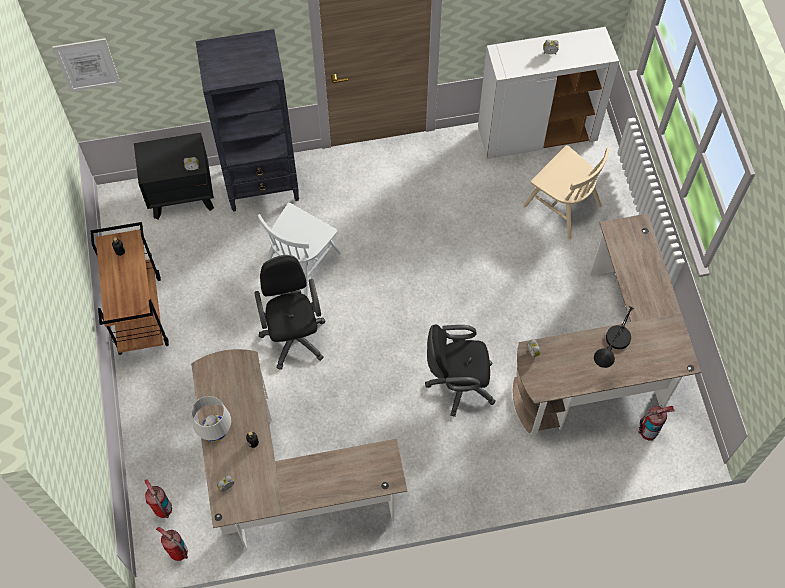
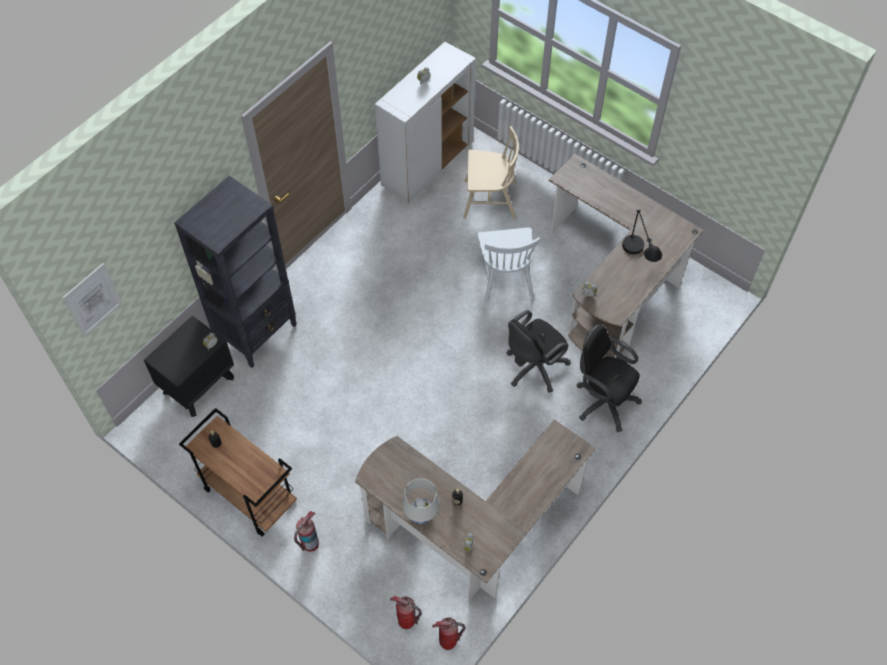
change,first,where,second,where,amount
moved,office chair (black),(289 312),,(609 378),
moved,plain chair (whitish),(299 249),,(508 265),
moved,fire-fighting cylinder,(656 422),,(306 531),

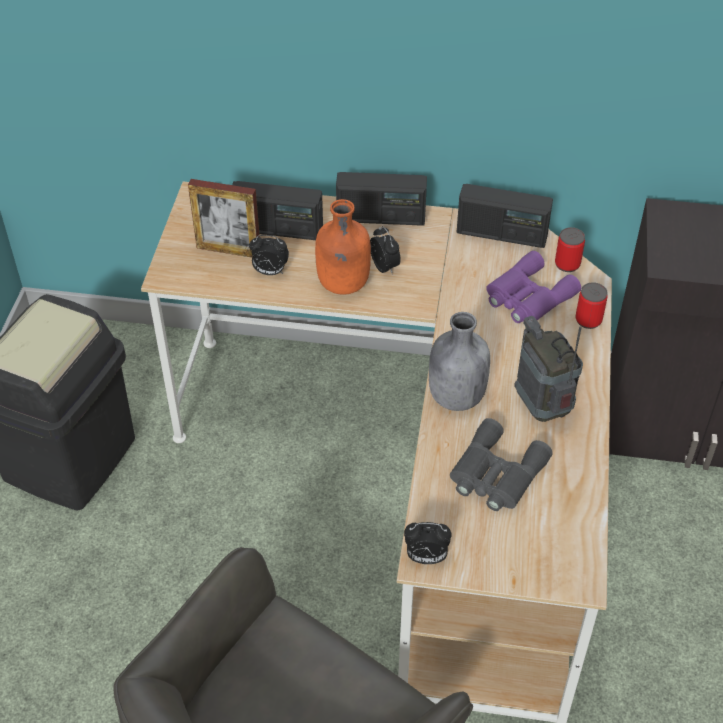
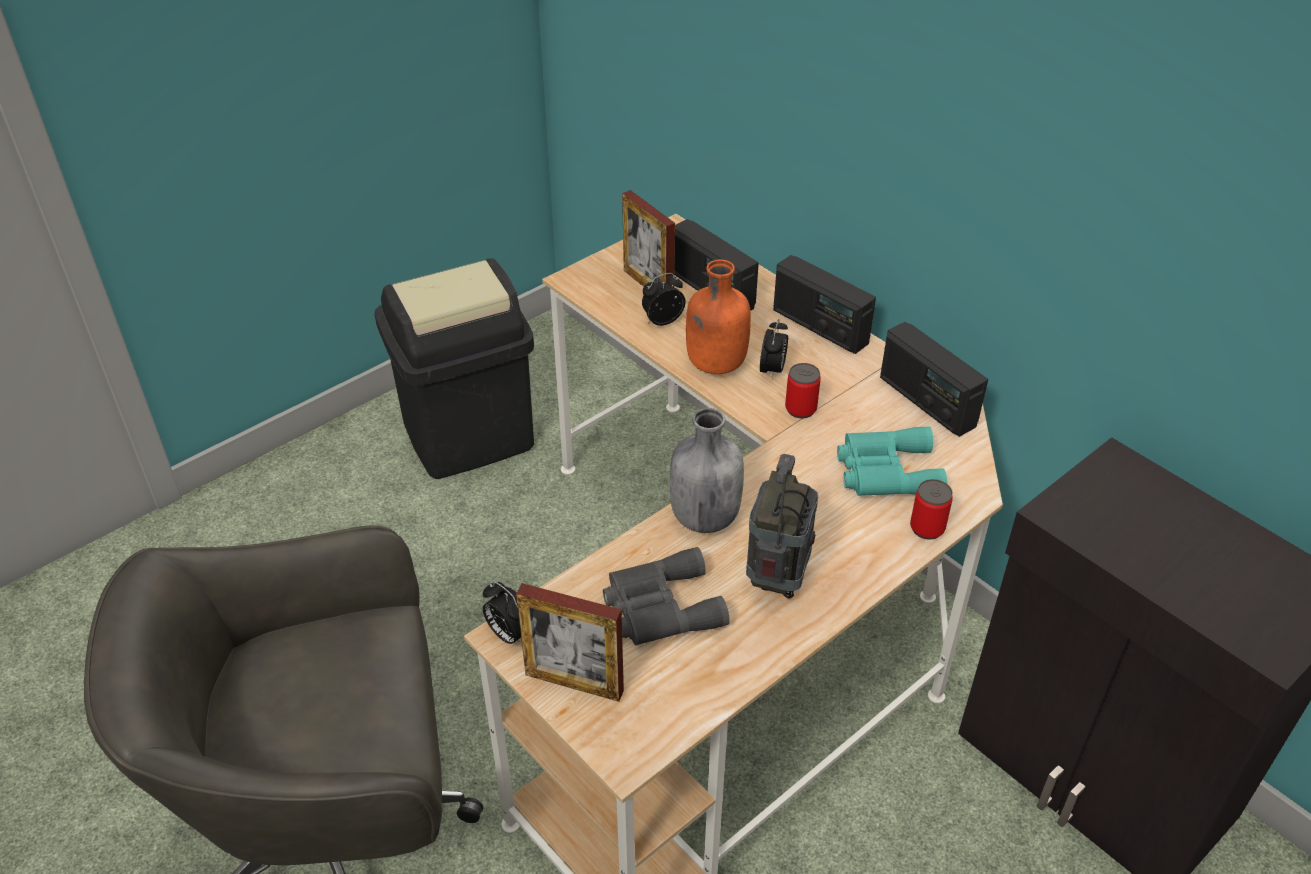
change,first,where,second,where,amount
added,,,picture frame,(570 642),
moved,metal can,(570 249),,(803 390),
recoloured,binoculars (purple),(533 287),binoculars (turquoise),(892 461),
turned,alarm clock,(269 255),,(664 299),105 degrees clockwise

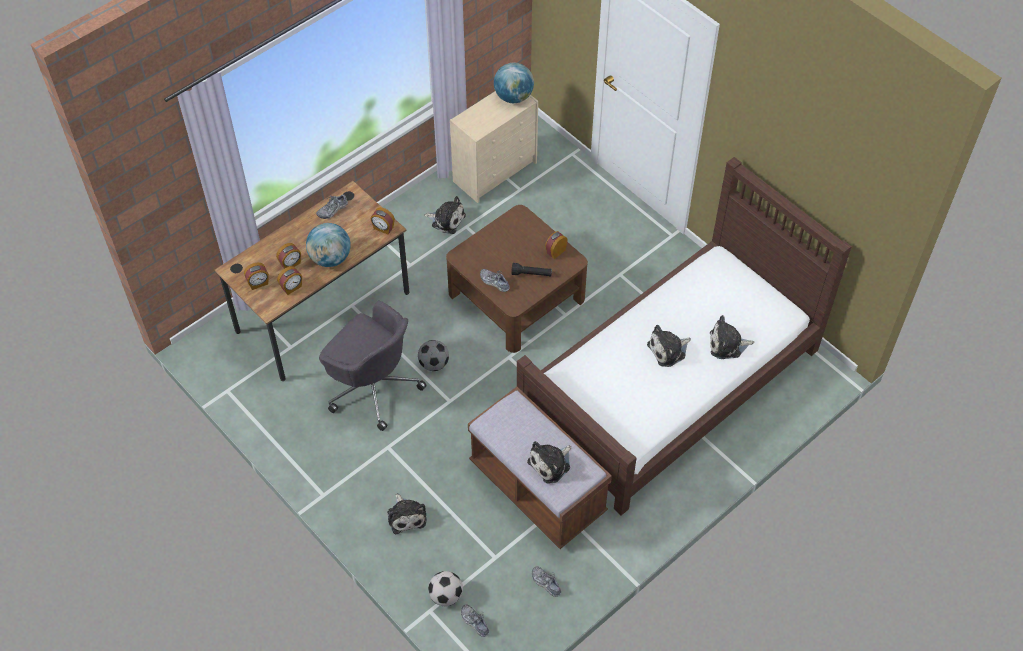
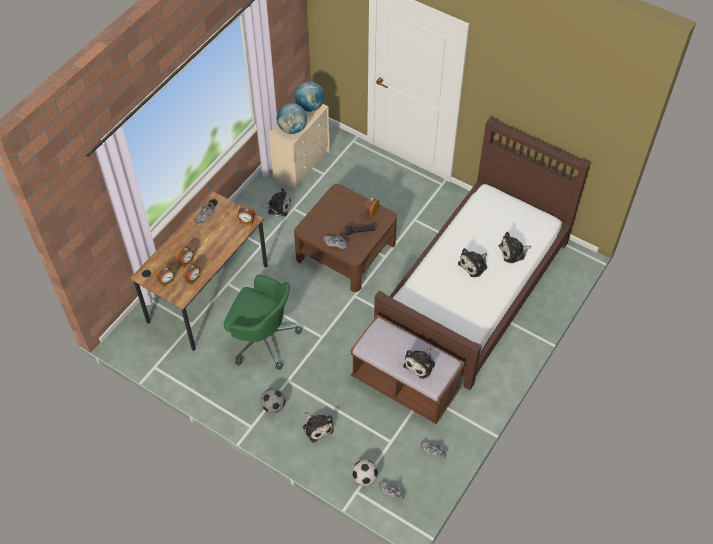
change,first,where,second,where,amount
moved,world globe,(328 245),,(292 118),
moved,football,(433 355),,(273 400),
recoloured,office chair (gray),(373 366),office chair (green),(263 322),

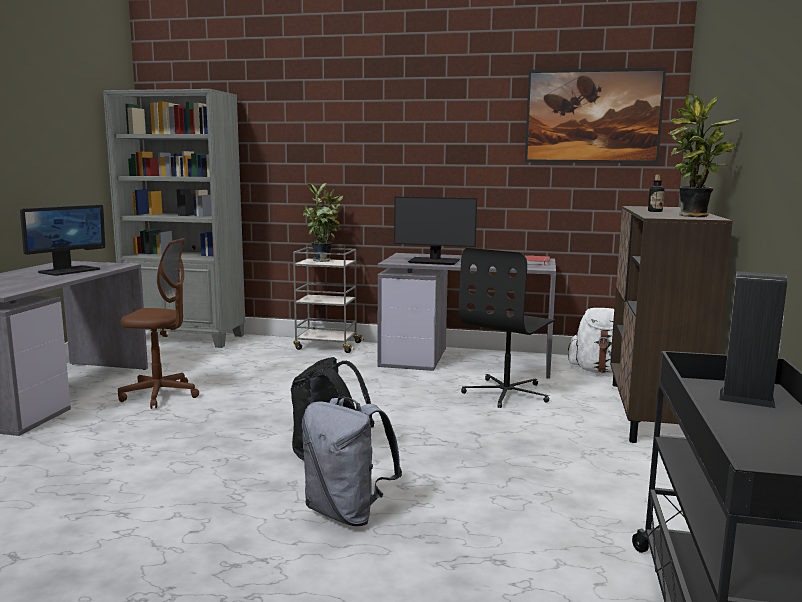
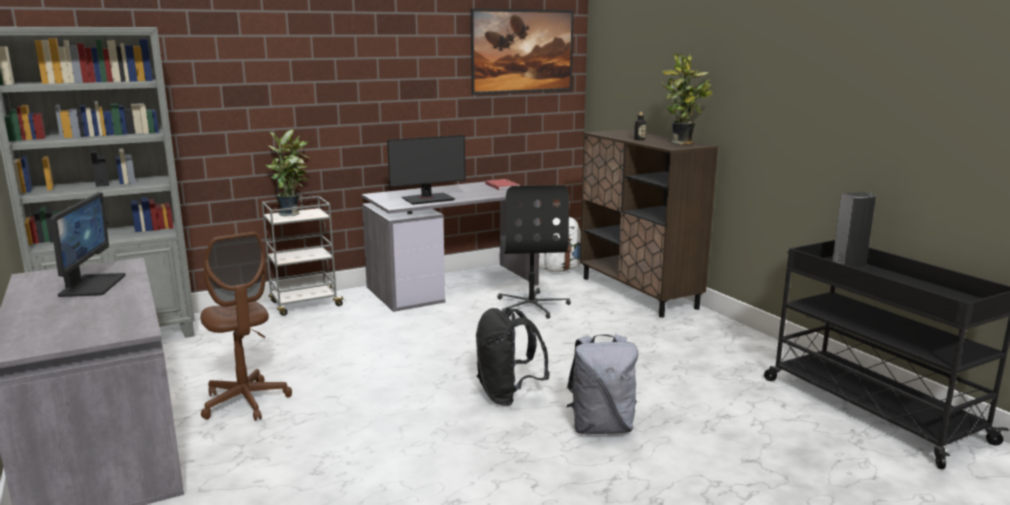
change,first,where,second,where,amount
turned,office chair (brown),(158 323),,(246 326),90 degrees clockwise

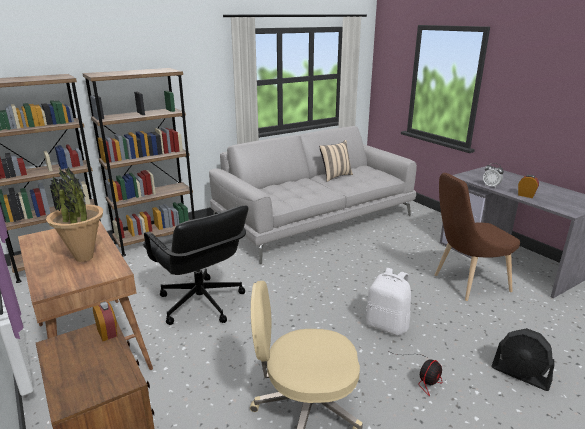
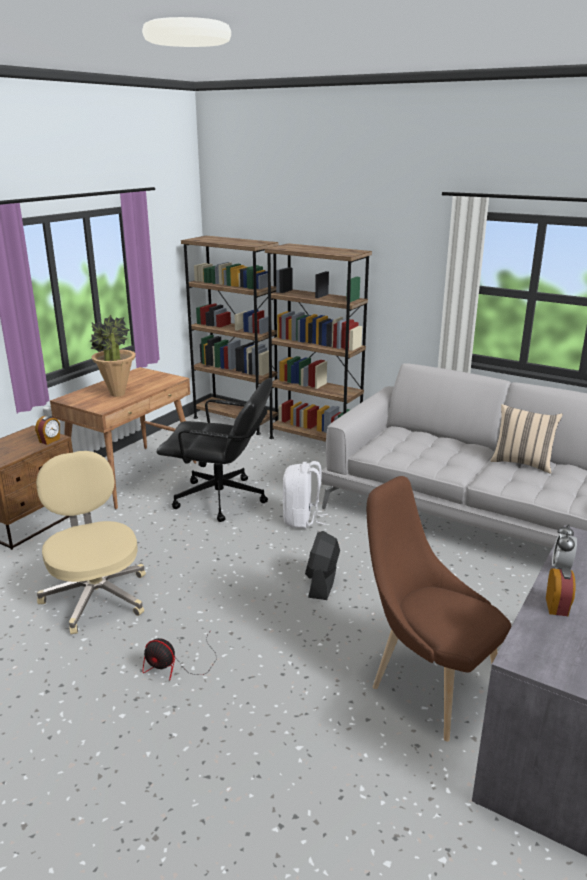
change,first,where,second,where,amount
moved,knapsack (whitish),(388 302),,(305 495),
moved,fan (black),(522 359),,(322 565),
turned,office chair (black),(195 265),,(215 450),105 degrees counterclockwise

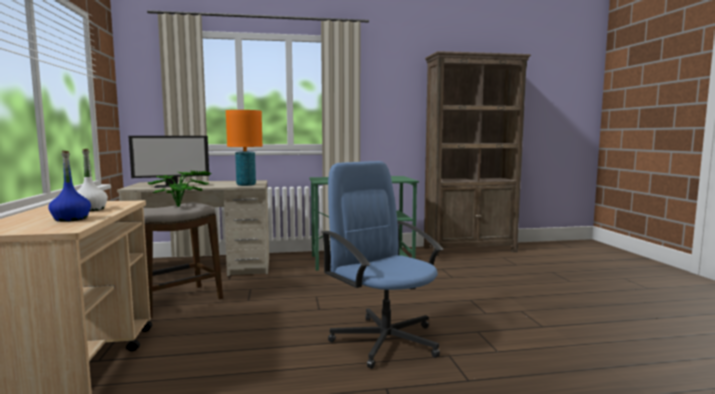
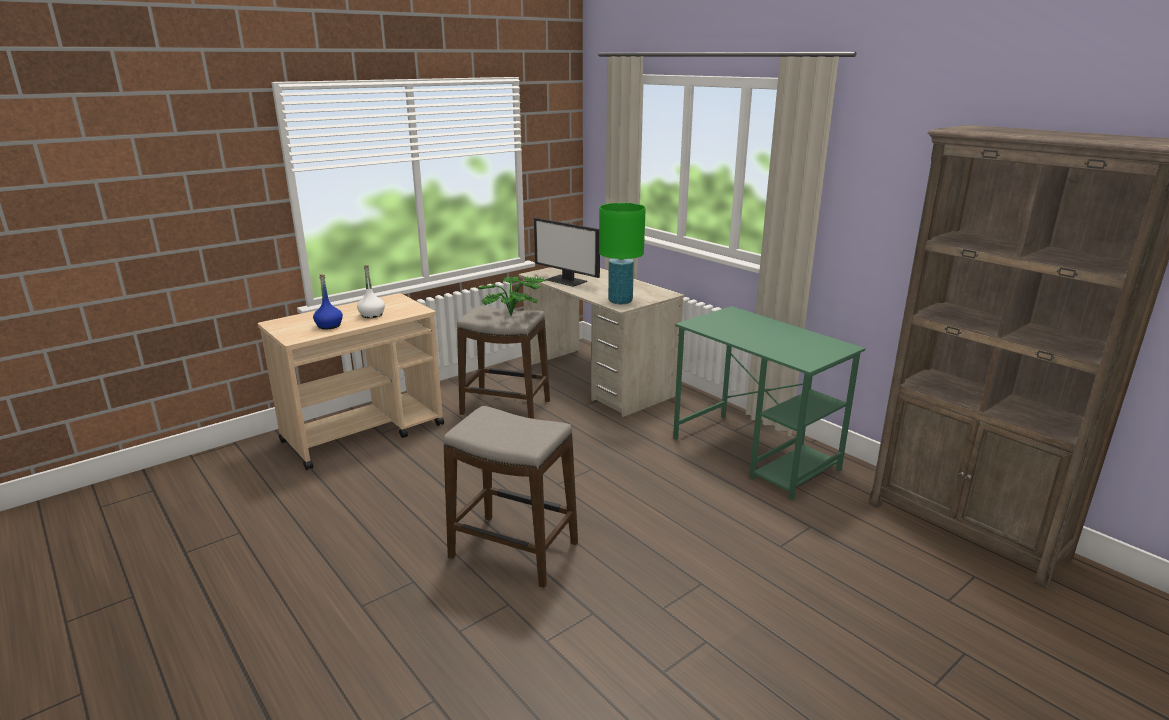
change,first,where,second,where,amount
replaced,office chair (bluish),(382 265),sitting stool,(511 497),
recoloured,table lamp (orange),(244 148),table lamp (green),(622 253),

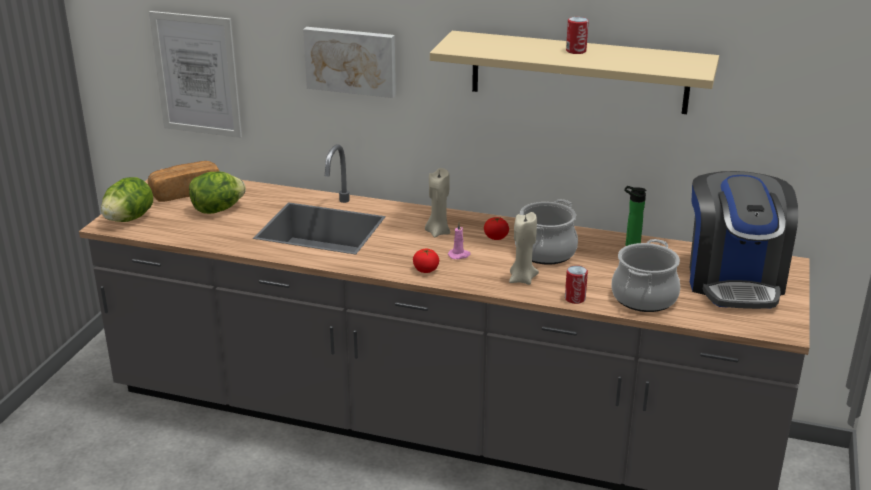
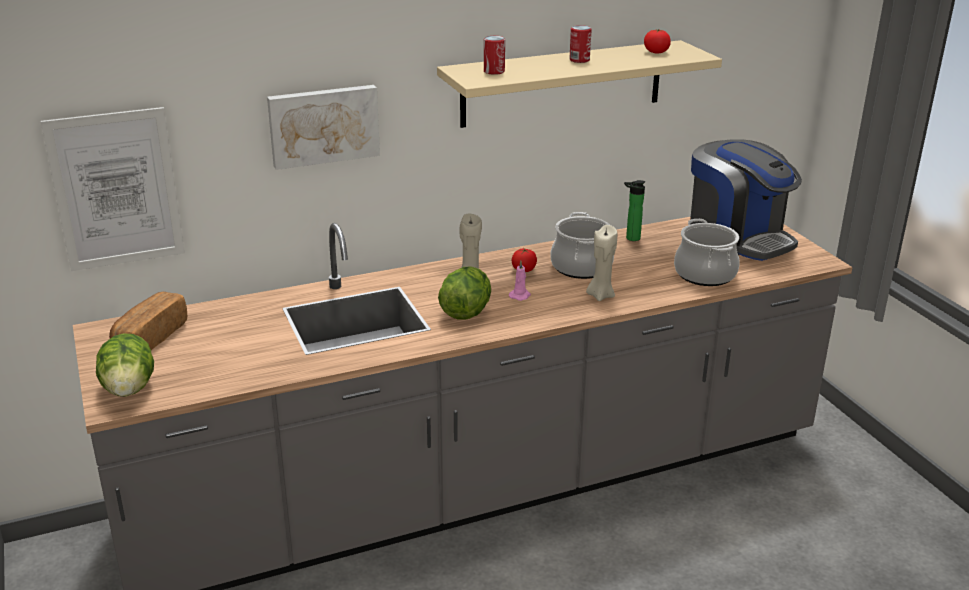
change,first,where,second,where,amount
moved,lettuce,(217 193),,(464 293),
moved,tomato,(426 260),,(657 41),
moved,metal can,(576 284),,(494 55),

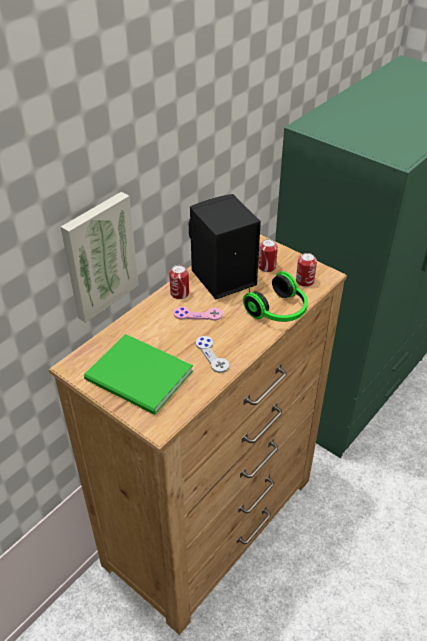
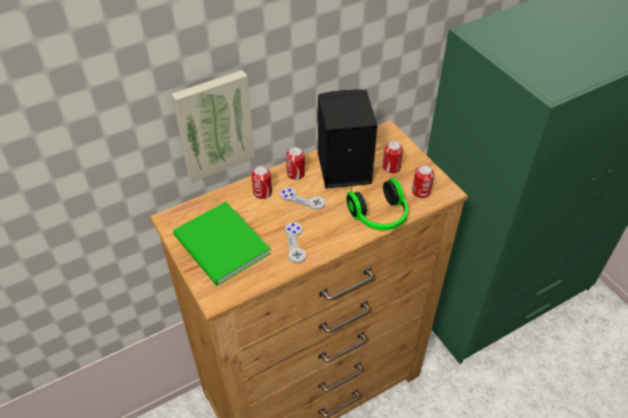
change,first,where,second,where,amount
added,,,metal can,(261 182),
recoloured,game controller (pinkish),(198 313),game controller (gray),(302 198),

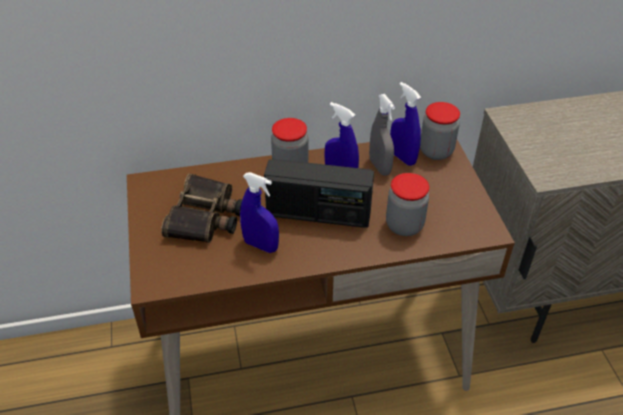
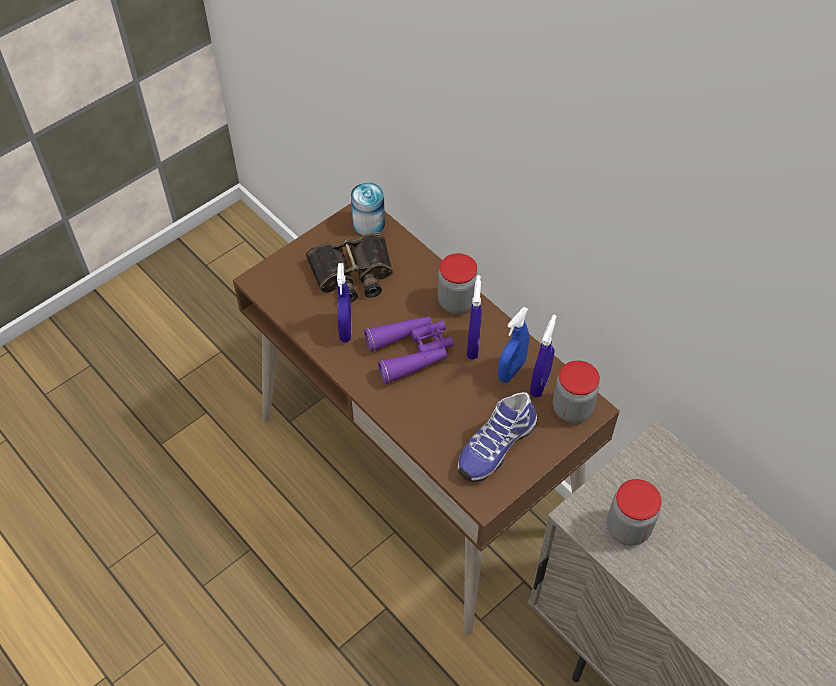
change,first,where,second,where,amount
added,,,metal can,(368 209),
added,,,shoe,(498 437),
moved,storage jar,(407 204),,(634 512),
replaced,radio receiver,(319 193),binoculars (purple),(409 350),
recoloured,hand sprayer (gray),(382 135),hand sprayer (bluish),(513 345),

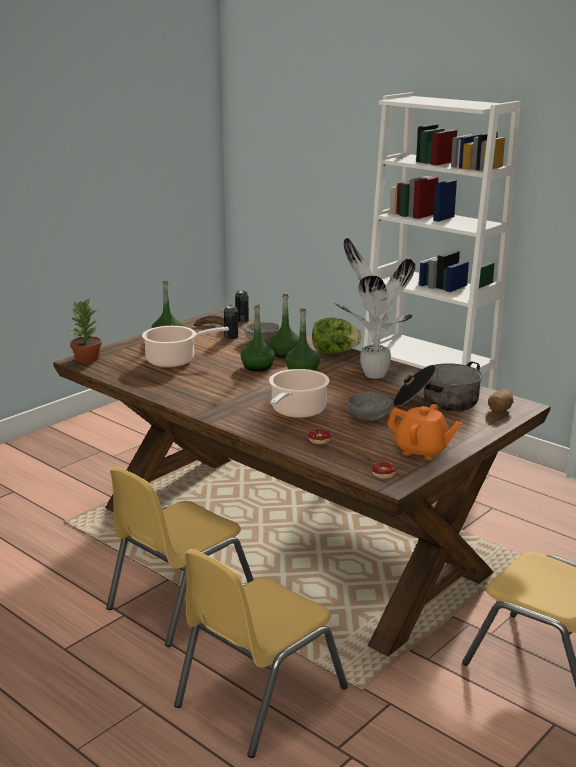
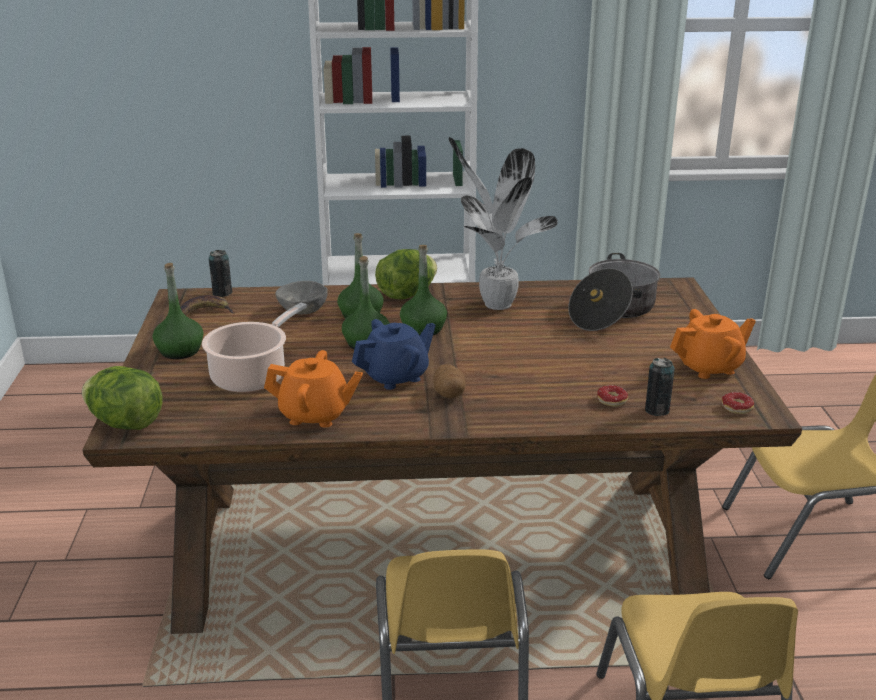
change,first,where,second,where,amount
removed,cooking pot,(299 393),,,
removed,serving bowl (gray),(369 406),,,
added,,,teapot (orange),(313 389),
added,,,teapot (bluish),(394 354),
moved,metal can,(231 322),,(660 387),
moved,spud,(500 401),,(449 381),
replaced,potted plant,(85 330),lettuce,(122 398),

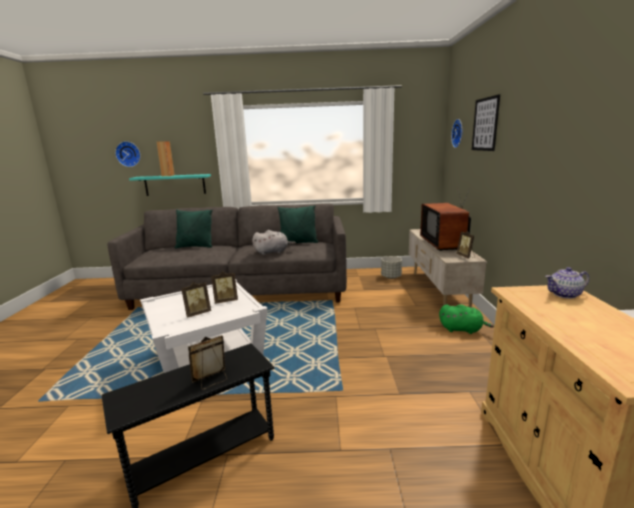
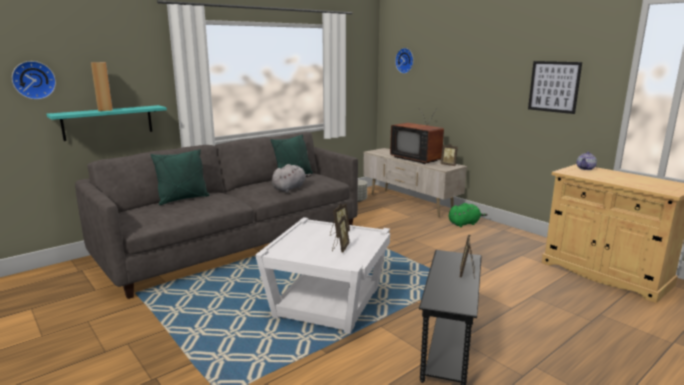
change,first,where,second,where,amount
moved,picture,(486 122),,(555 87),

